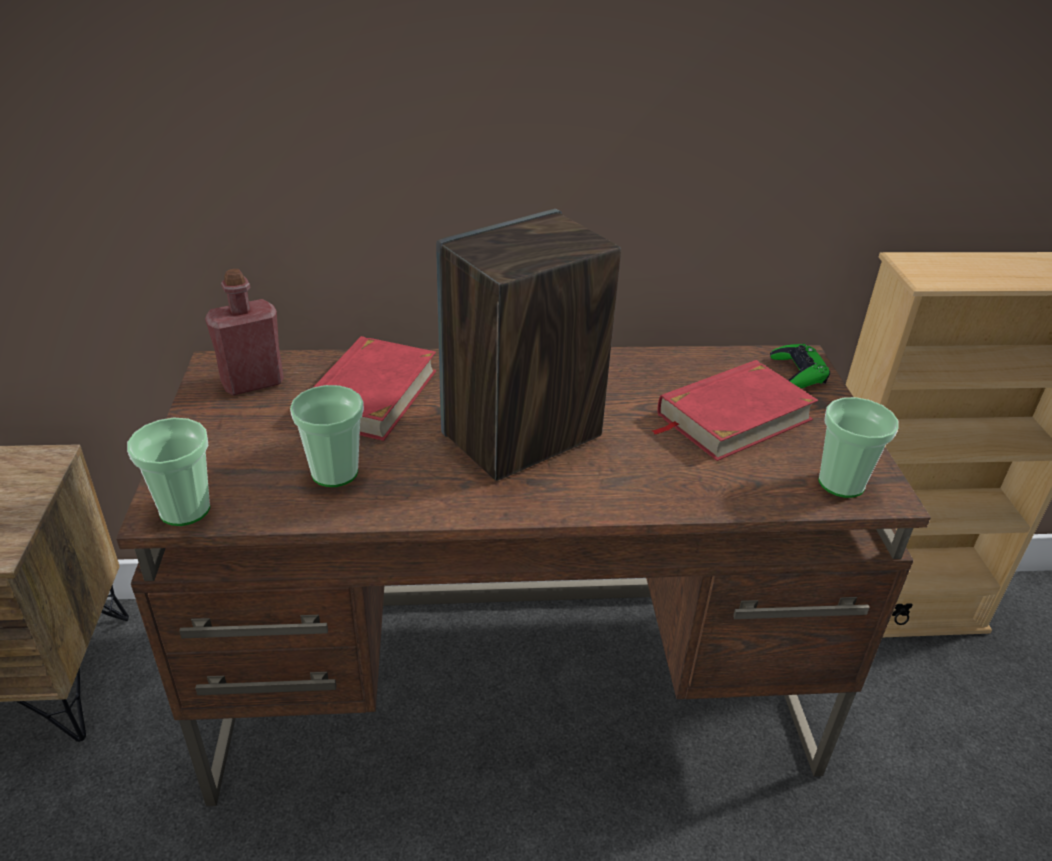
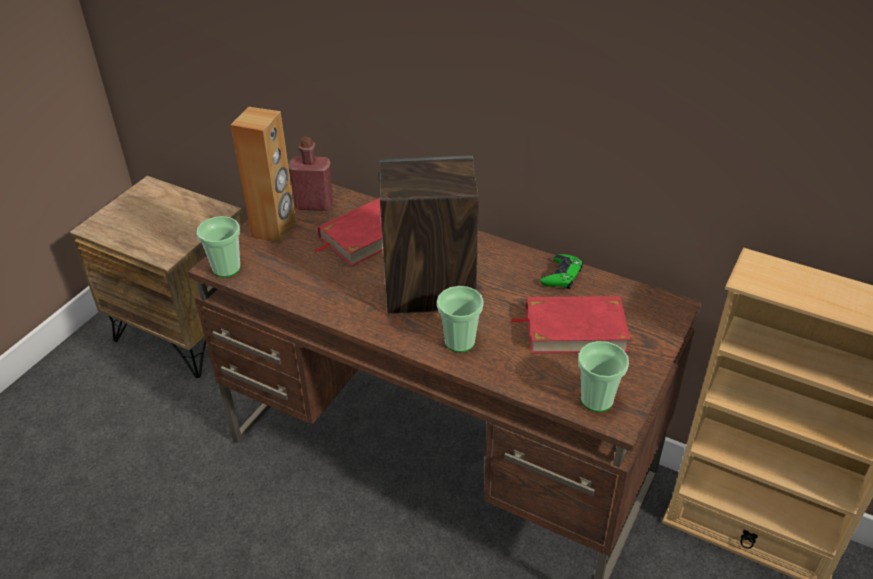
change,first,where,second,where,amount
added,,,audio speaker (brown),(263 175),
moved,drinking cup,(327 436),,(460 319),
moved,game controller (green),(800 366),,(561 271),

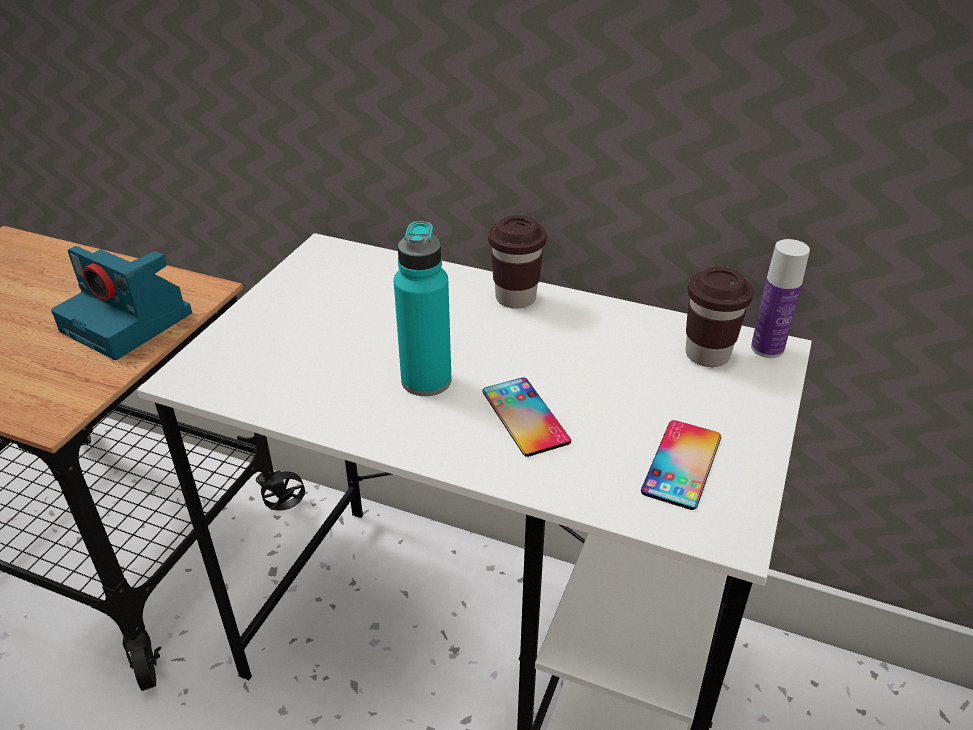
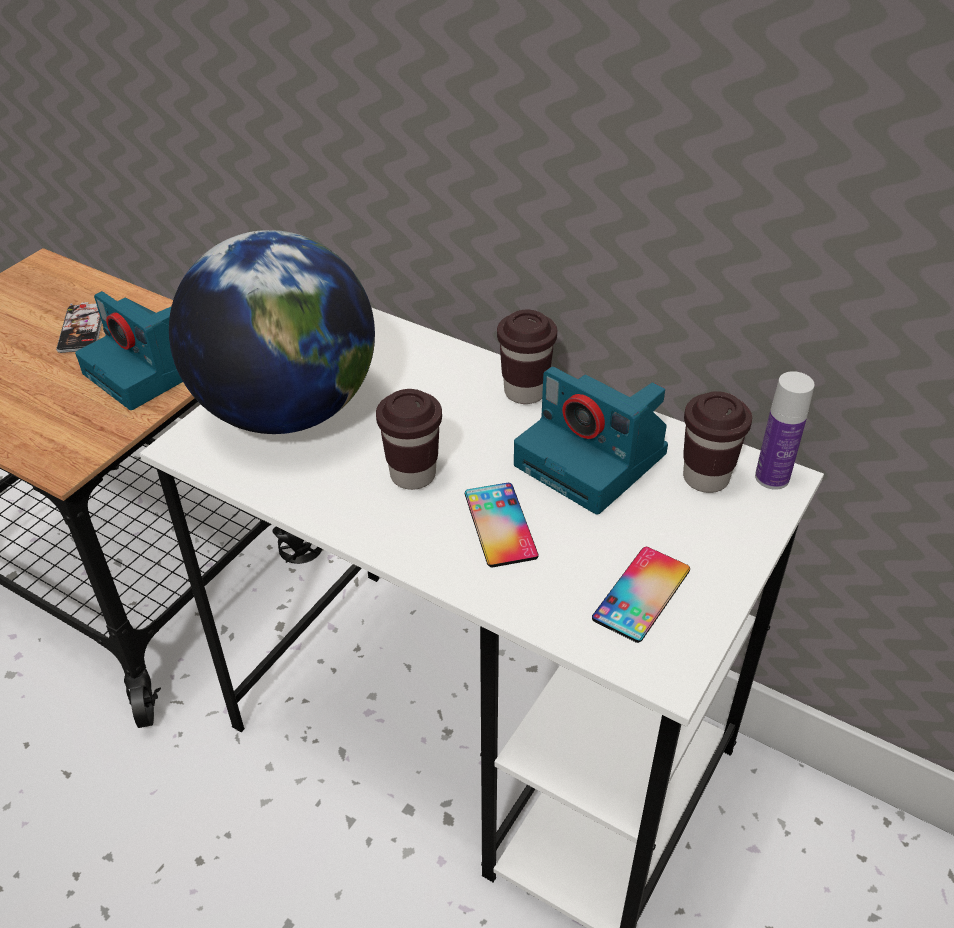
change,first,where,second,where,amount
added,,,handset,(79 327),
added,,,world globe,(272 332),
added,,,still camera,(591 441),
replaced,bottle (turquoise),(423 308),drinking cup (brown),(409 439),

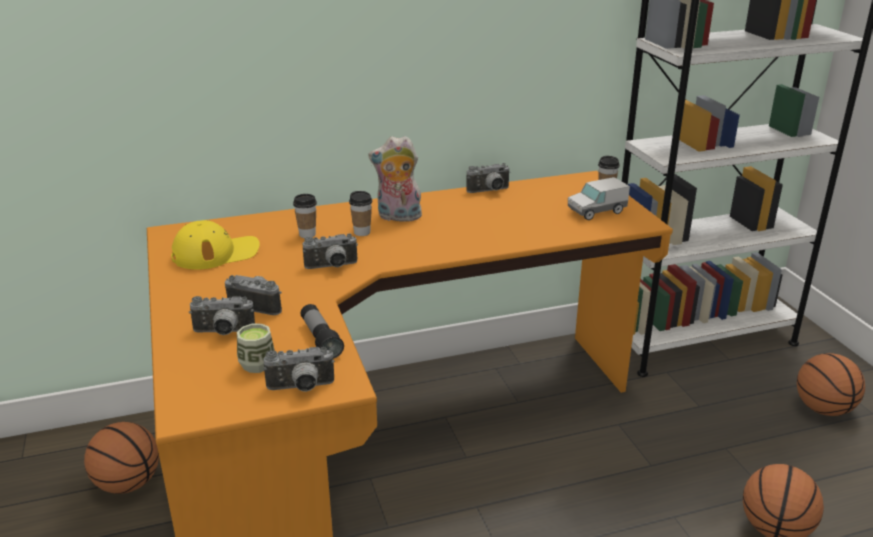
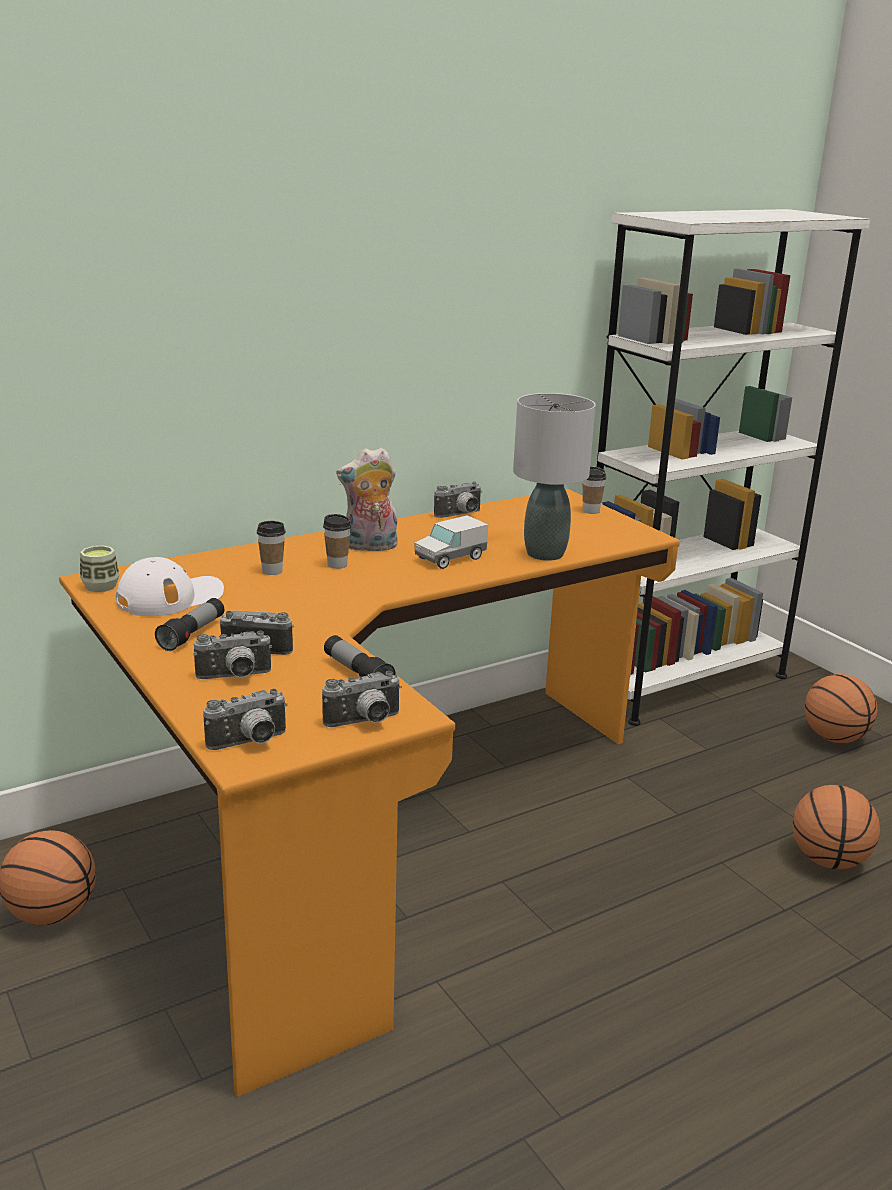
change,first,where,second,where,amount
added,,,hand torch,(189 624),
added,,,table lamp (gray),(554 477),
moved,drinking cup,(256 348),,(99 569),
moved,still camera,(330 251),,(245 719),
moved,model truck,(599 198),,(451 542),
recoloured,baseball cap (yellowish),(215 245),baseball cap (whitish),(170 586),

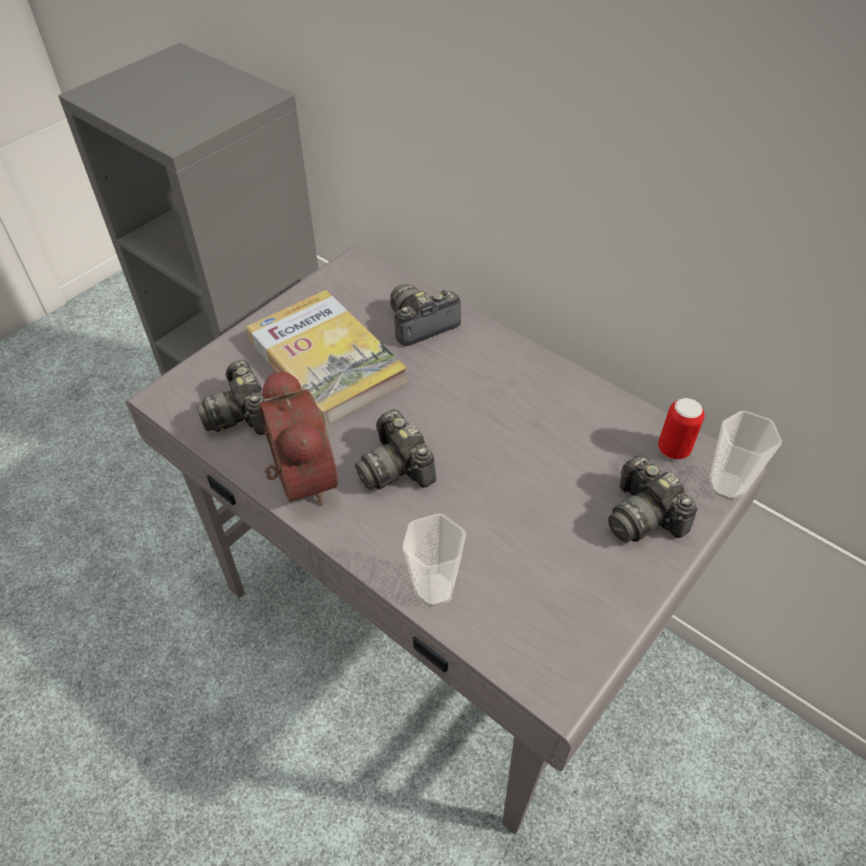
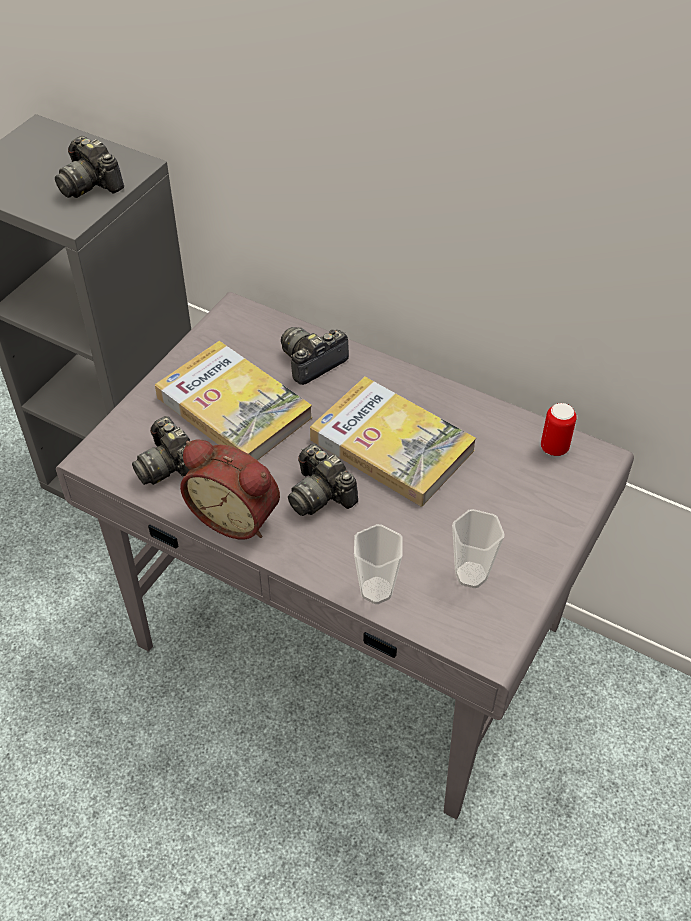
change,first,where,second,where,amount
added,,,book,(393 441),
moved,still camera,(652 499),,(89 167),
moved,drinking cup,(745 455),,(478 548),
turned,alarm clock,(298 437),,(230 489),150 degrees clockwise

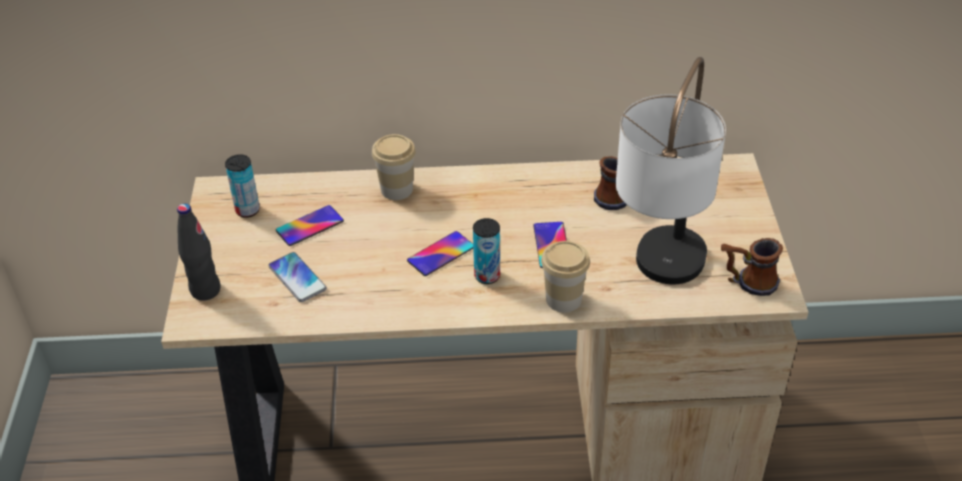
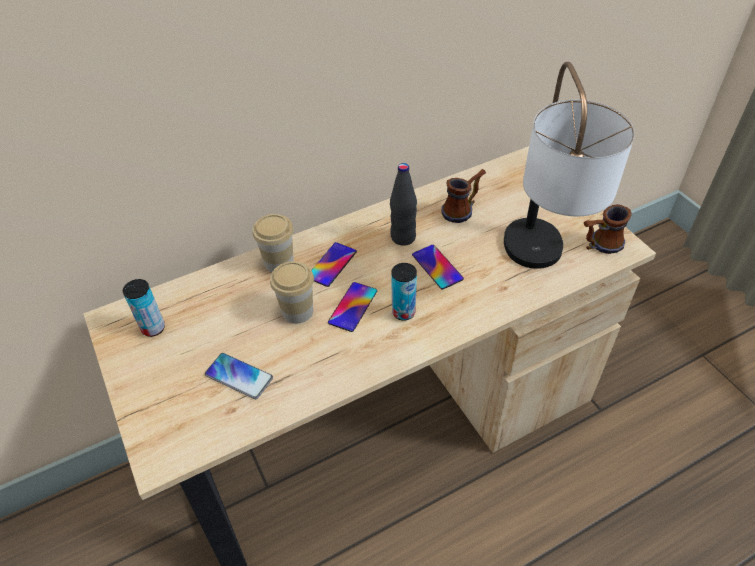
change,first,where,second,where,amount
moved,bottle (black),(199 252),,(403 204),
moved,handset,(310 225),,(334 264),
moved,drinking cup,(565 276),,(292 292),

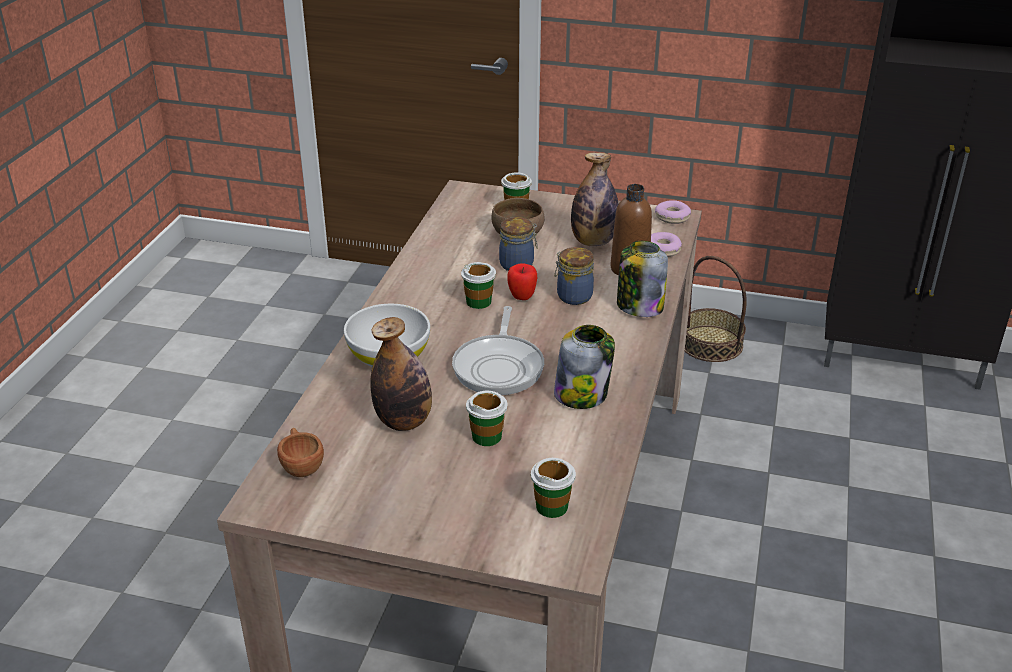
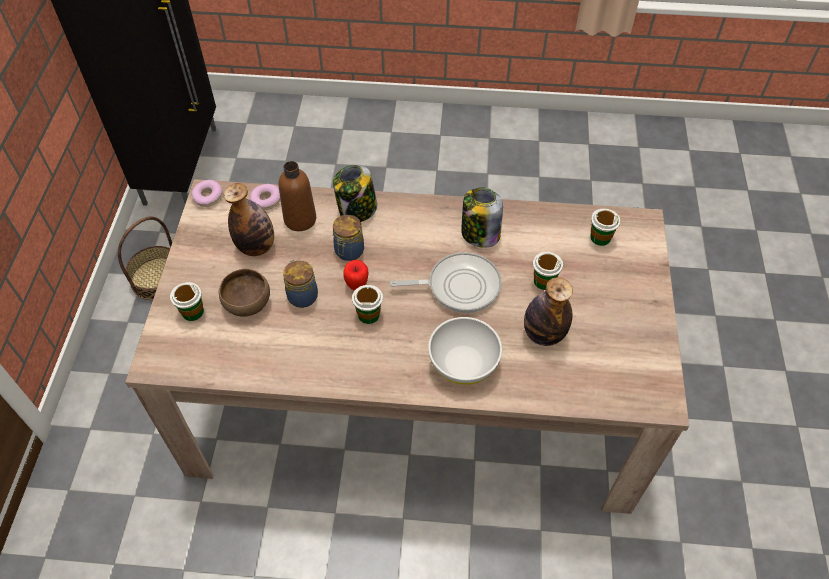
change,first,where,second,where,amount
removed,drinking cup (brown),(300 452),,,

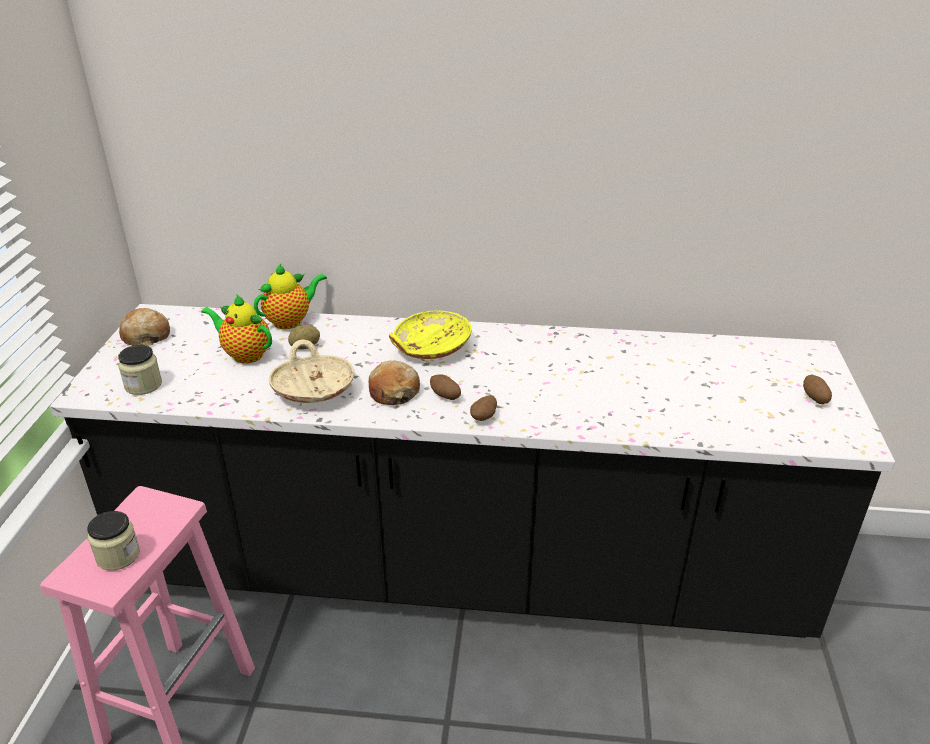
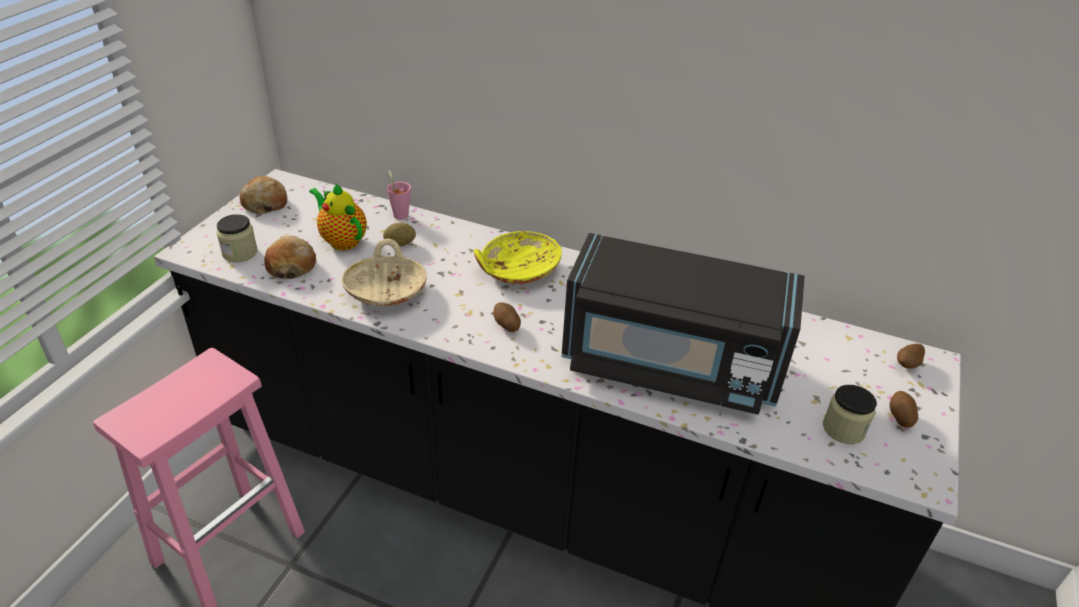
change,first,where,second,where,amount
added,,,microwave oven (black),(683 324),
moved,storage jar,(113 541),,(850 414),
moved,bread,(394 382),,(290 257),
moved,spud,(483 408),,(911 356),
replaced,teapot,(290 296),drinking cup (pinkish),(399 195),

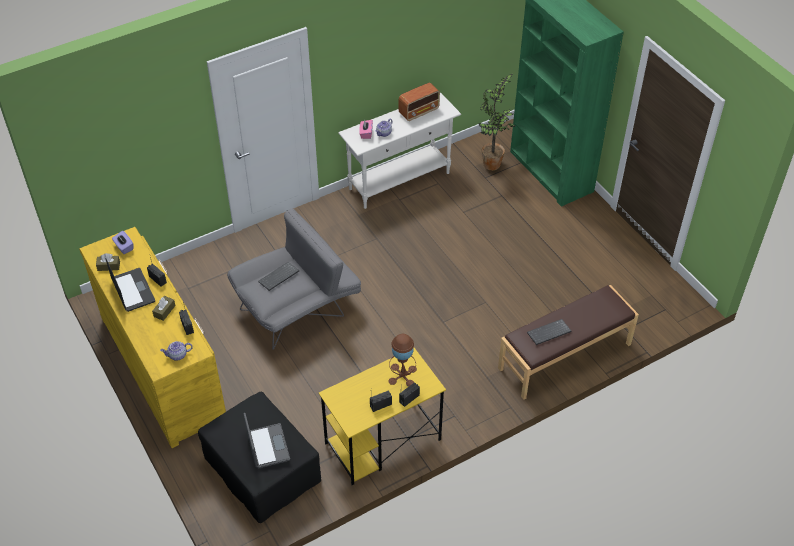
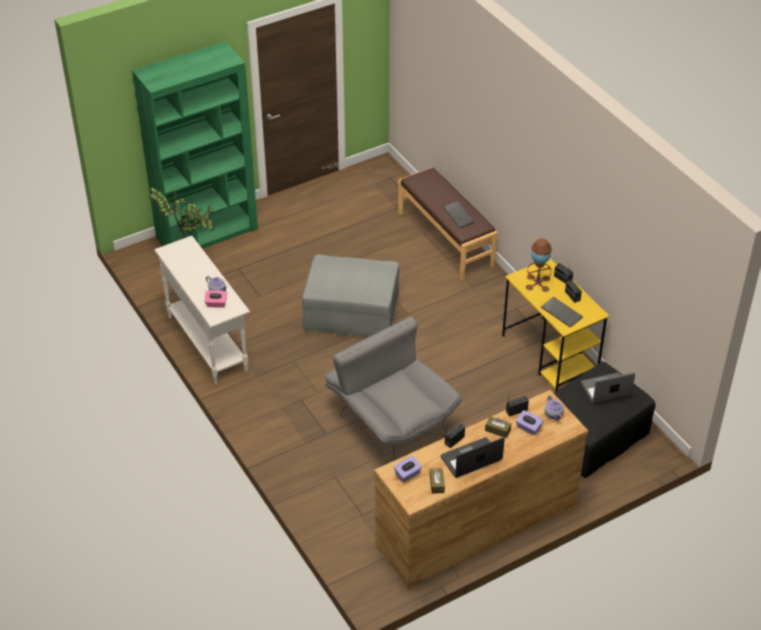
change,first,where,second,where,amount
removed,radio receiver,(419 102),,,
added,,,ottoman (gray),(350 295),
added,,,tissue holder (purple),(529 422),
moved,keyboard,(278 276),,(562 312),
recoloured,dresser (yellowish),(152 337),dresser (brown),(481 490),

